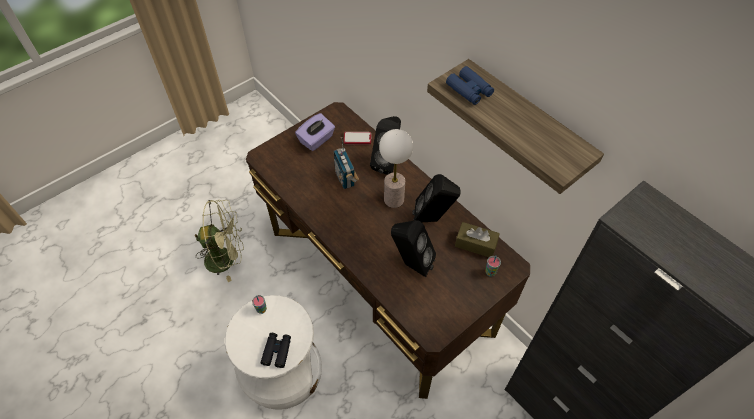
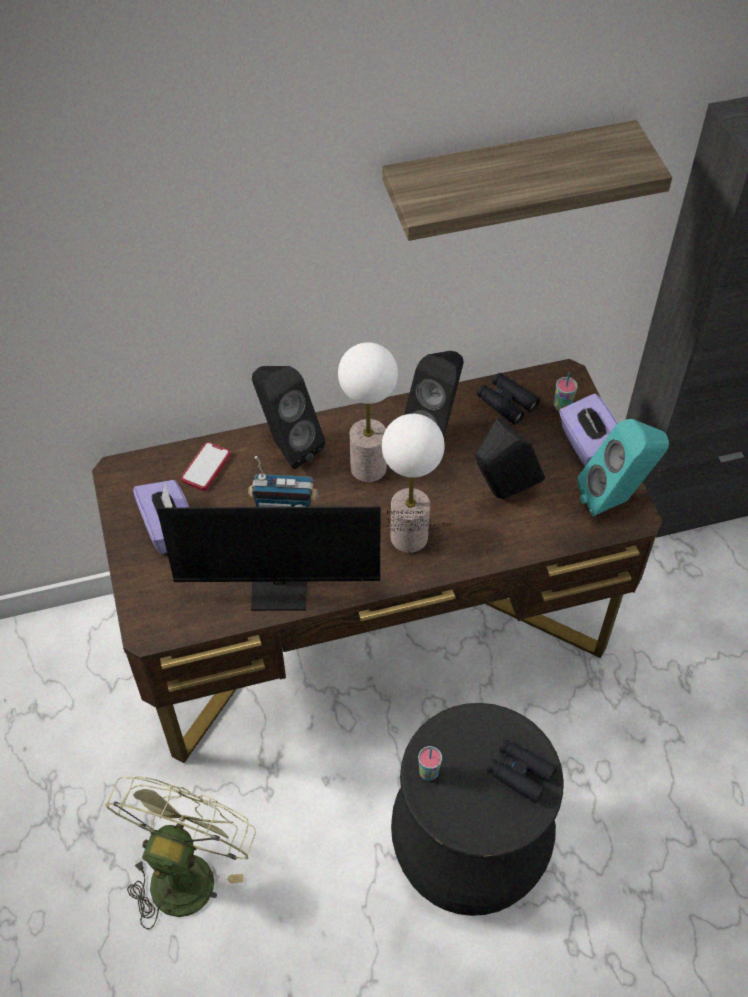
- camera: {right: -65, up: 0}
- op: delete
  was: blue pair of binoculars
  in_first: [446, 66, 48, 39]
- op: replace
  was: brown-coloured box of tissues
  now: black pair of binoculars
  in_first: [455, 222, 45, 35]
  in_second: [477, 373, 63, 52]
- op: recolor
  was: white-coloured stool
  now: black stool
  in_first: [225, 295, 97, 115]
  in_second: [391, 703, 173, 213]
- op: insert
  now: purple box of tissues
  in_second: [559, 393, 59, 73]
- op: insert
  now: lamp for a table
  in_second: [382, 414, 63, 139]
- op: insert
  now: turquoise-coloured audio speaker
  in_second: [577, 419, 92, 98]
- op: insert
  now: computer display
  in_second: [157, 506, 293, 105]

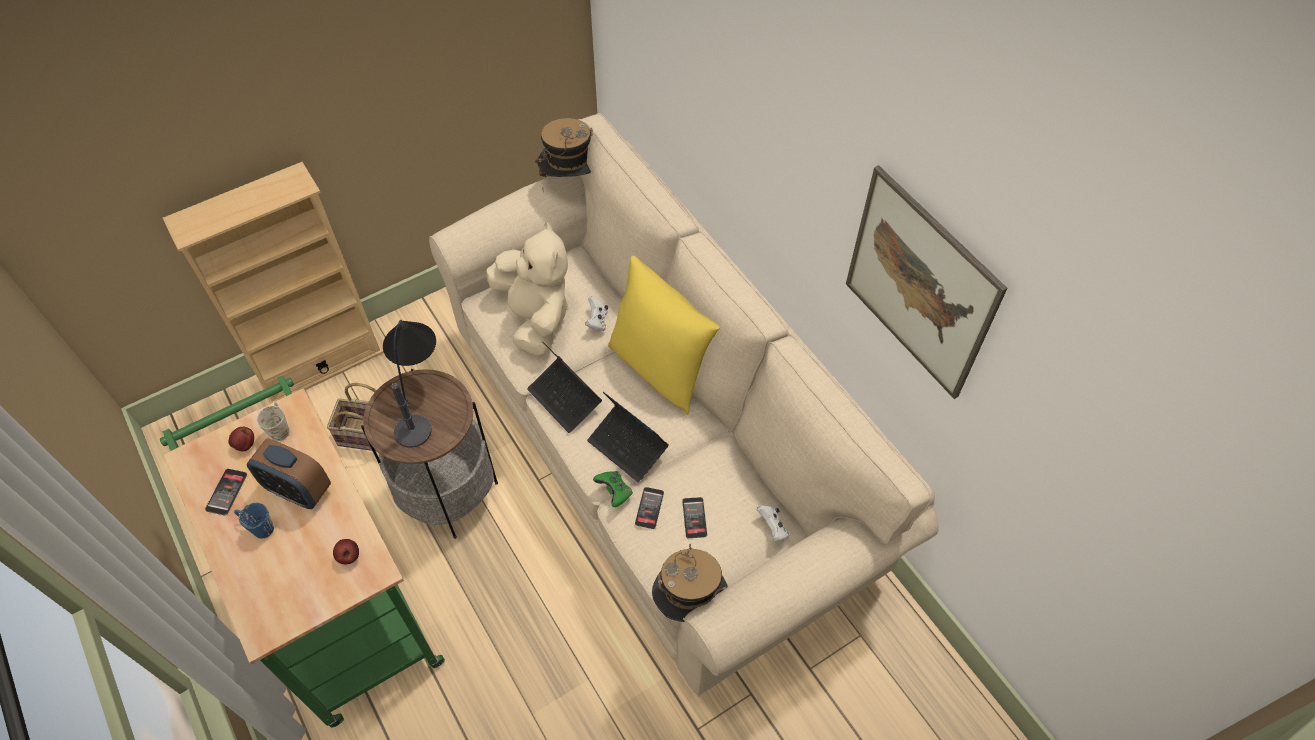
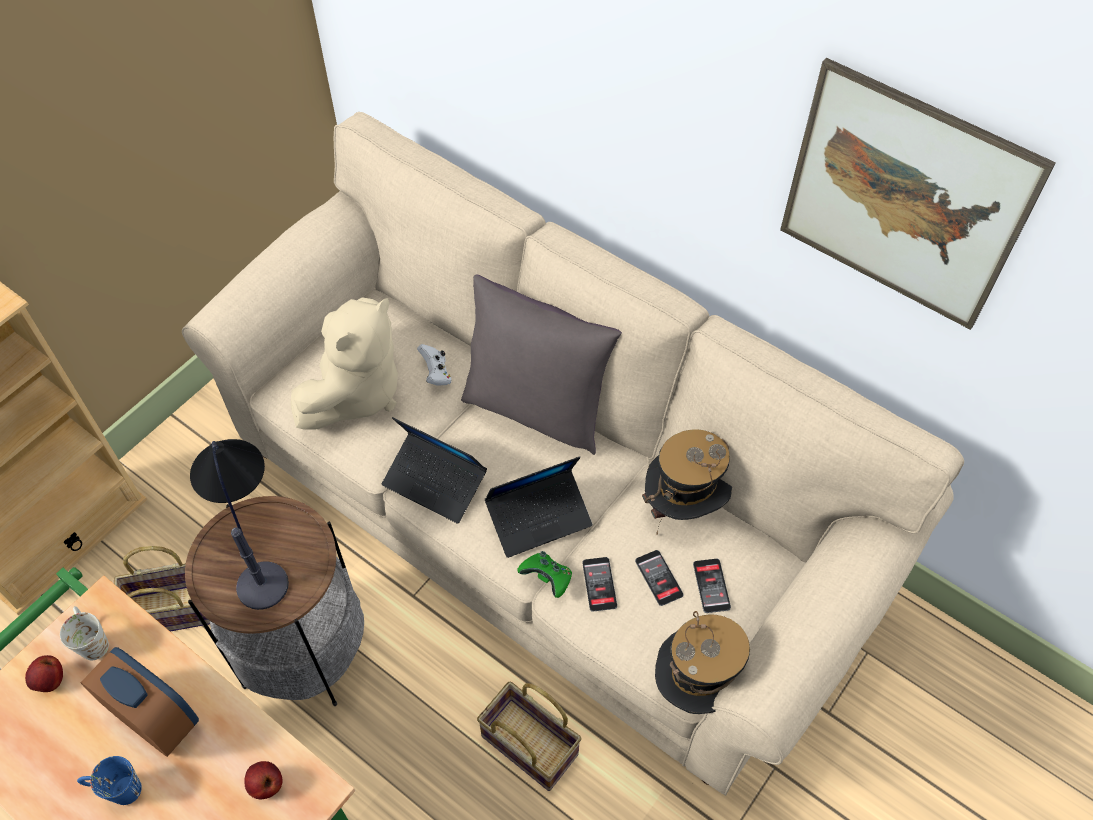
- camera: {right: -20, up: 0}
- op: move
  was: hat
  in_first: [535, 118, 58, 74]
  in_second: [642, 429, 90, 105]
- op: rotate
  was: beige-coloured soft toy
  in_first: [486, 221, 82, 135]
  in_second: [290, 297, 108, 133]
  clockwise: 75
- op: recolor
  was: yellow-coloured throw pillow
  now: gray throw pillow
  in_first: [608, 256, 112, 159]
  in_second: [461, 275, 161, 180]
- op: rotate
  was: portable computer
  in_first: [587, 392, 82, 90]
  in_second: [485, 456, 107, 102]
  clockwise: -45
- op: rotate
  was: alarm clock
  in_first: [247, 438, 84, 71]
  in_second: [80, 647, 119, 110]
  clockwise: -150
- op: move
  was: handset
  in_first: [205, 469, 42, 47]
  in_second: [693, 559, 38, 54]
- op: delete
  was: white-coloured game controller
  in_first: [757, 505, 33, 37]
- op: insert
  now: basket
  in_second: [477, 682, 104, 109]

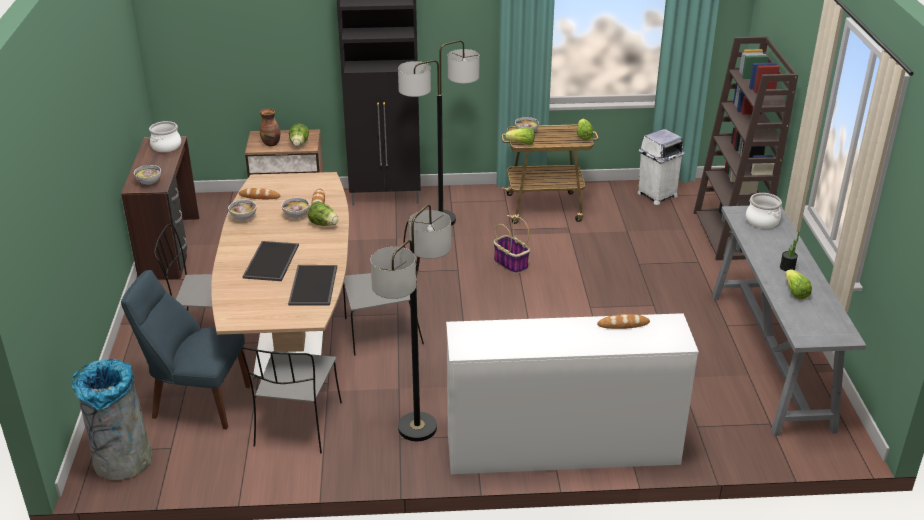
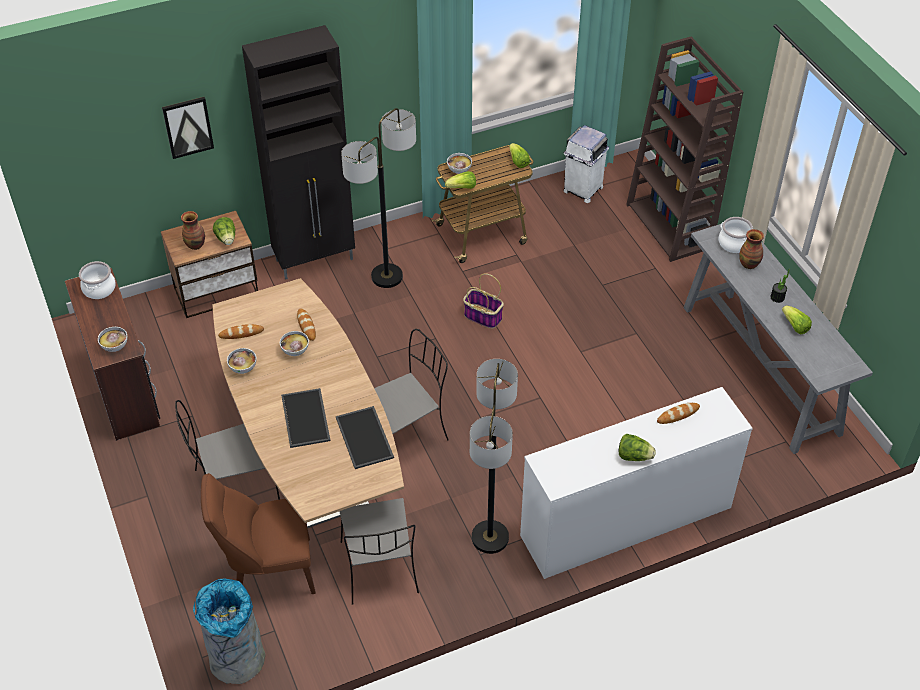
- camera: {right: -20, up: 15}
- op: move
  was: lettuce
  in_first: [308, 201, 31, 25]
  in_second: [619, 434, 37, 27]
- op: recolor
  was: blue upright chair
  now: brown-coloured upright chair
  in_first: [121, 270, 130, 159]
  in_second: [201, 473, 115, 121]
- op: insert
  now: picture
  in_second: [162, 97, 52, 62]
- op: insert
  now: decorative vase
  in_second: [739, 229, 25, 40]

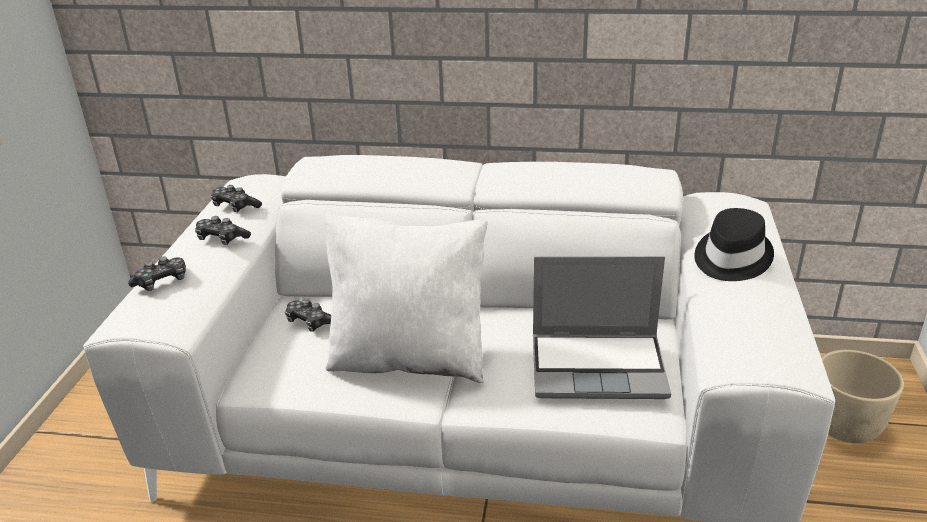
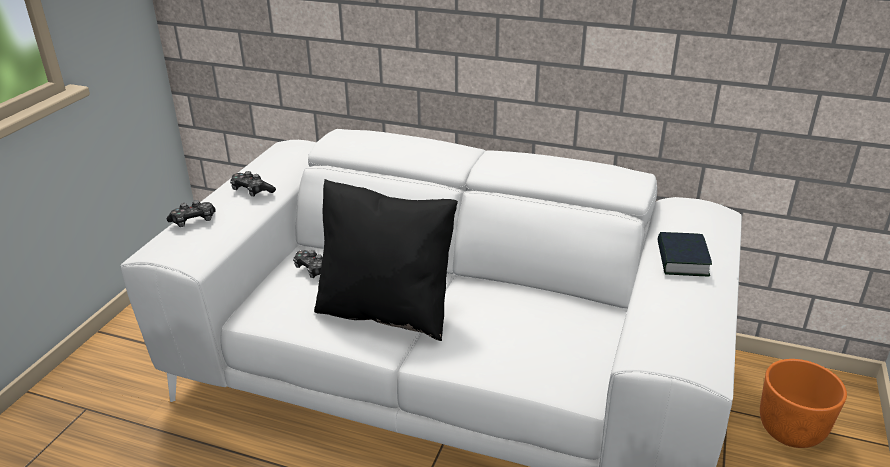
- camera: {right: 10, up: 0}
- op: delete
  was: game controller
  in_first: [211, 185, 51, 27]
- op: replace
  was: black hat
  now: bound book
  in_first: [694, 208, 80, 73]
  in_second: [658, 232, 54, 44]
- op: recolor
  was: white-coloured throw pillow
  now: black throw pillow
  in_first: [325, 214, 163, 169]
  in_second: [314, 179, 144, 162]
- op: delete
  was: portable computer
  in_first: [533, 256, 138, 143]
- op: recolor
  was: beige-coloured flower pot
  now: orange-coloured flower pot
  in_first: [821, 350, 83, 93]
  in_second: [760, 359, 87, 89]

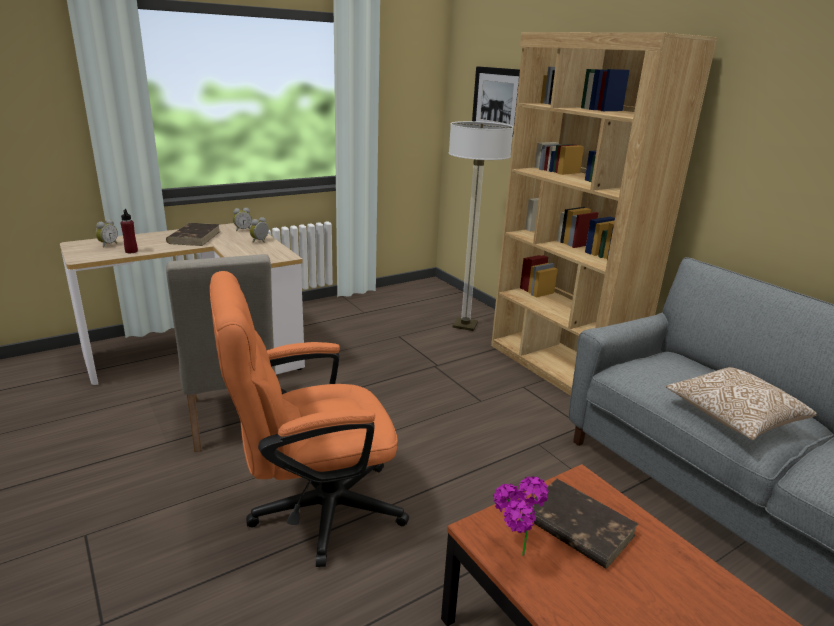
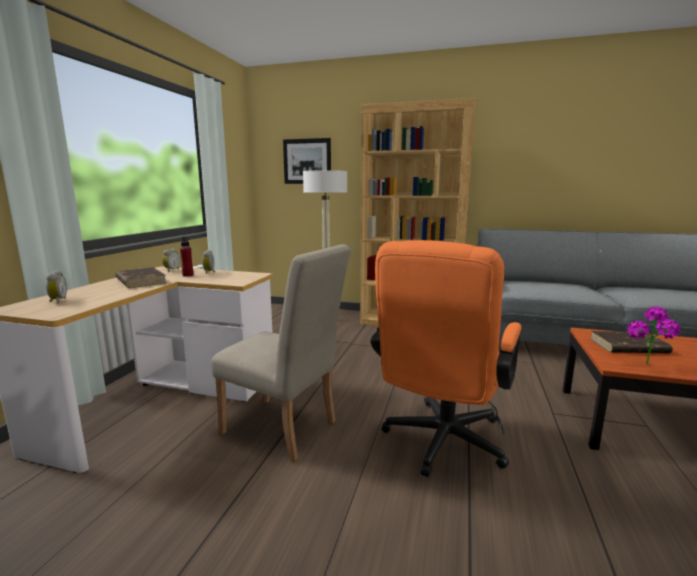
- camera: {right: -40, up: -10}
- op: move
  was: red-coloured bottle
  in_first: [121, 209, 17, 44]
  in_second: [180, 237, 14, 40]
- op: delete
  was: throw pillow
  in_first: [666, 367, 151, 73]

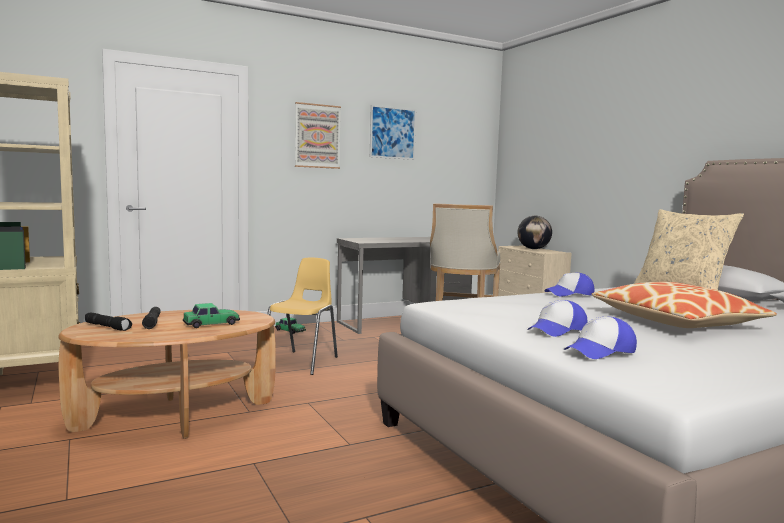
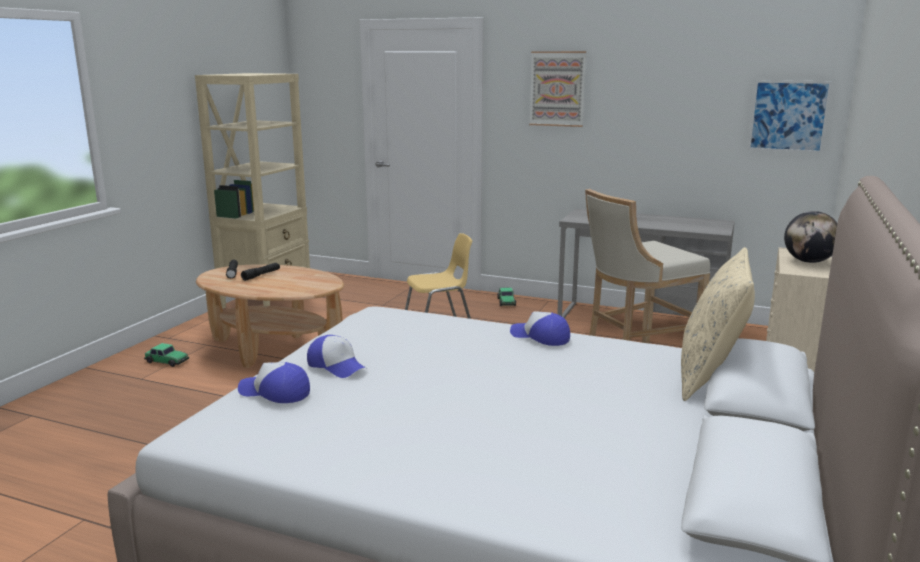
- camera: {right: 50, up: 10}
- op: move
  was: picture
  in_first: [370, 105, 46, 55]
  in_second: [748, 80, 84, 73]
- op: delete
  was: throw pillow
  in_first: [591, 282, 186, 46]
- op: rotate
  was: cap
  in_first: [527, 300, 61, 37]
  in_second: [307, 335, 59, 43]
  clockwise: -150
- op: move
  was: model car
  in_first: [183, 303, 57, 25]
  in_second: [144, 343, 45, 24]

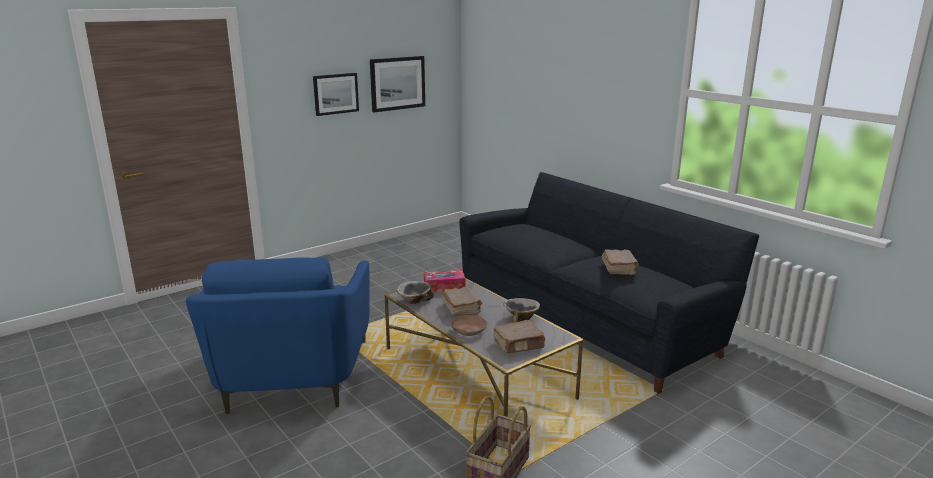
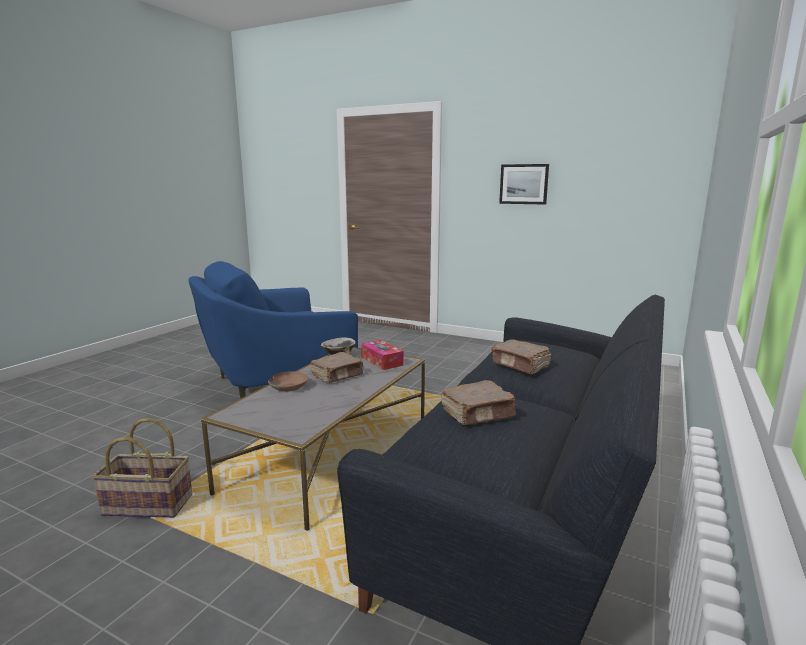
- camera: {right: 65, up: -5}
- op: delete
  was: picture
  in_first: [370, 56, 55, 56]
- op: delete
  was: serving bowl
  in_first: [503, 298, 37, 25]
- op: move
  was: brown-coloured bound book
  in_first: [493, 320, 53, 33]
  in_second: [491, 339, 60, 36]

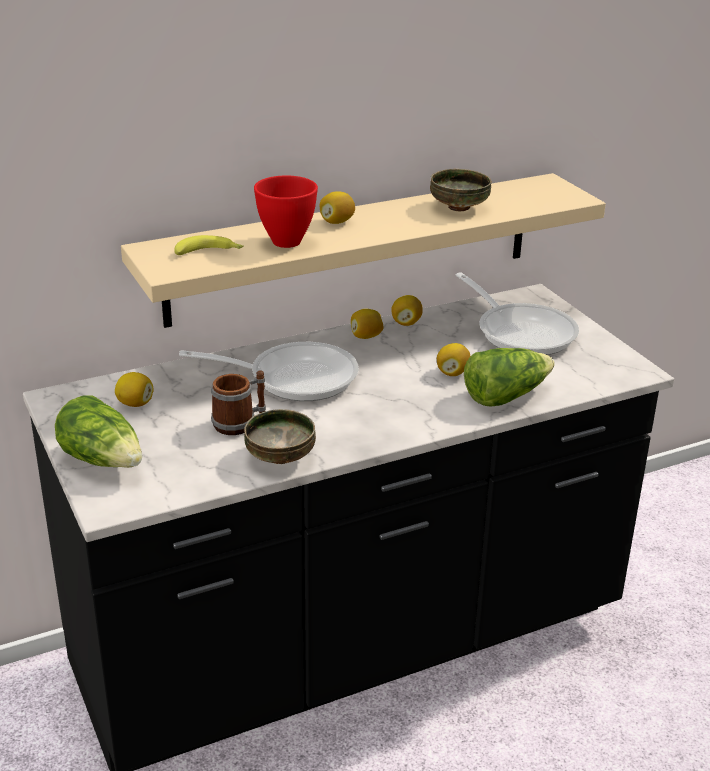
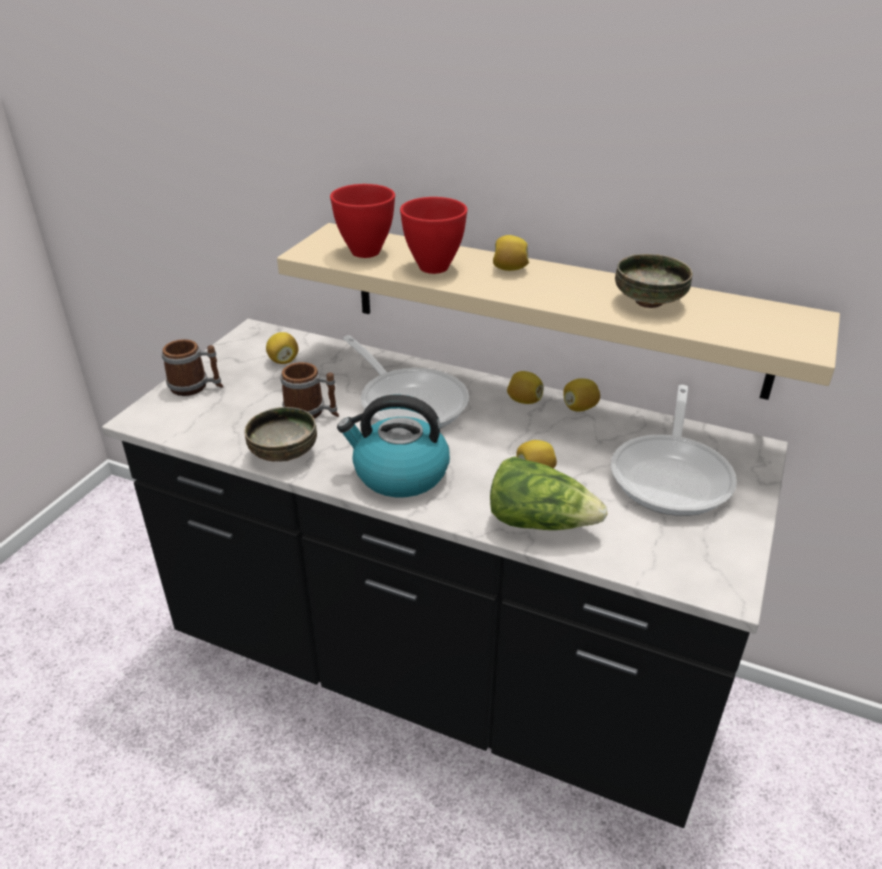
- camera: {right: 50, up: 5}
- op: replace
  was: banana fruit
  now: red-coloured serving bowl
  in_first: [174, 235, 70, 20]
  in_second: [330, 184, 65, 74]
- op: replace
  was: lettuce
  now: coffee mug
  in_first: [55, 395, 87, 73]
  in_second: [162, 339, 61, 57]
- op: insert
  now: tea kettle
  in_second: [337, 395, 113, 102]

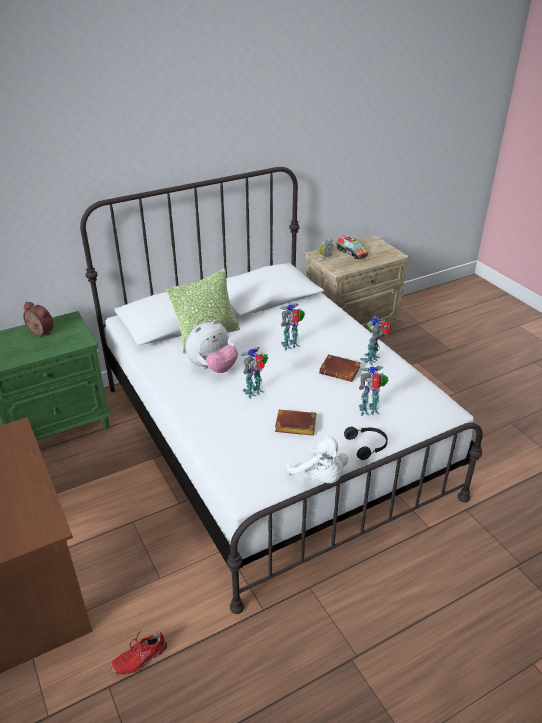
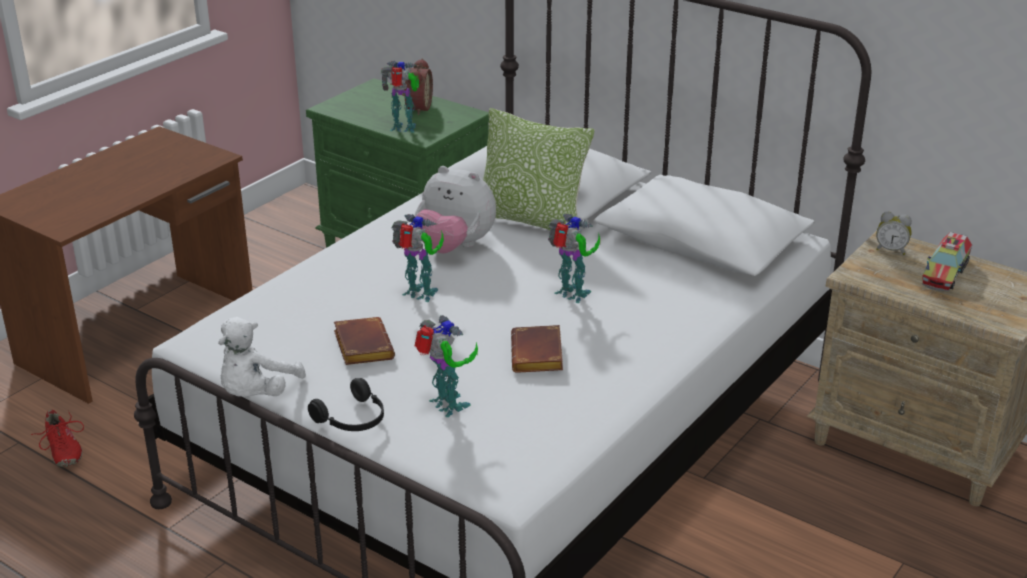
- camera: {right: 65, up: -5}
- op: move
  was: toy robot
  in_first: [360, 315, 31, 51]
  in_second: [381, 61, 38, 72]
- op: rotate
  was: red-coloured low shoe
  in_first: [110, 629, 57, 46]
  in_second: [31, 410, 53, 57]
  clockwise: -150

